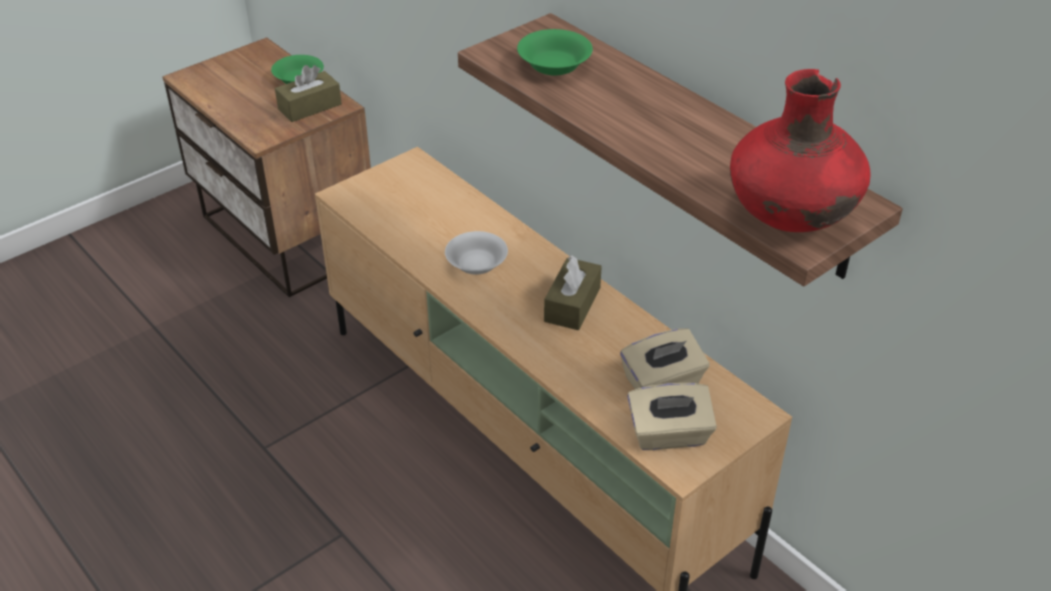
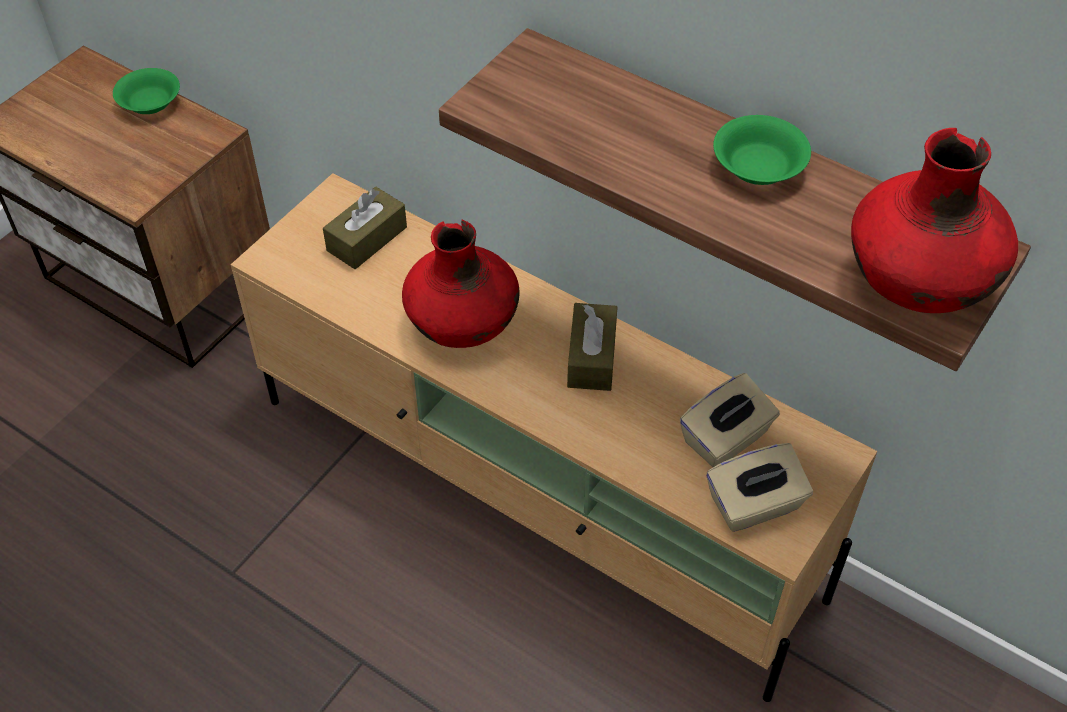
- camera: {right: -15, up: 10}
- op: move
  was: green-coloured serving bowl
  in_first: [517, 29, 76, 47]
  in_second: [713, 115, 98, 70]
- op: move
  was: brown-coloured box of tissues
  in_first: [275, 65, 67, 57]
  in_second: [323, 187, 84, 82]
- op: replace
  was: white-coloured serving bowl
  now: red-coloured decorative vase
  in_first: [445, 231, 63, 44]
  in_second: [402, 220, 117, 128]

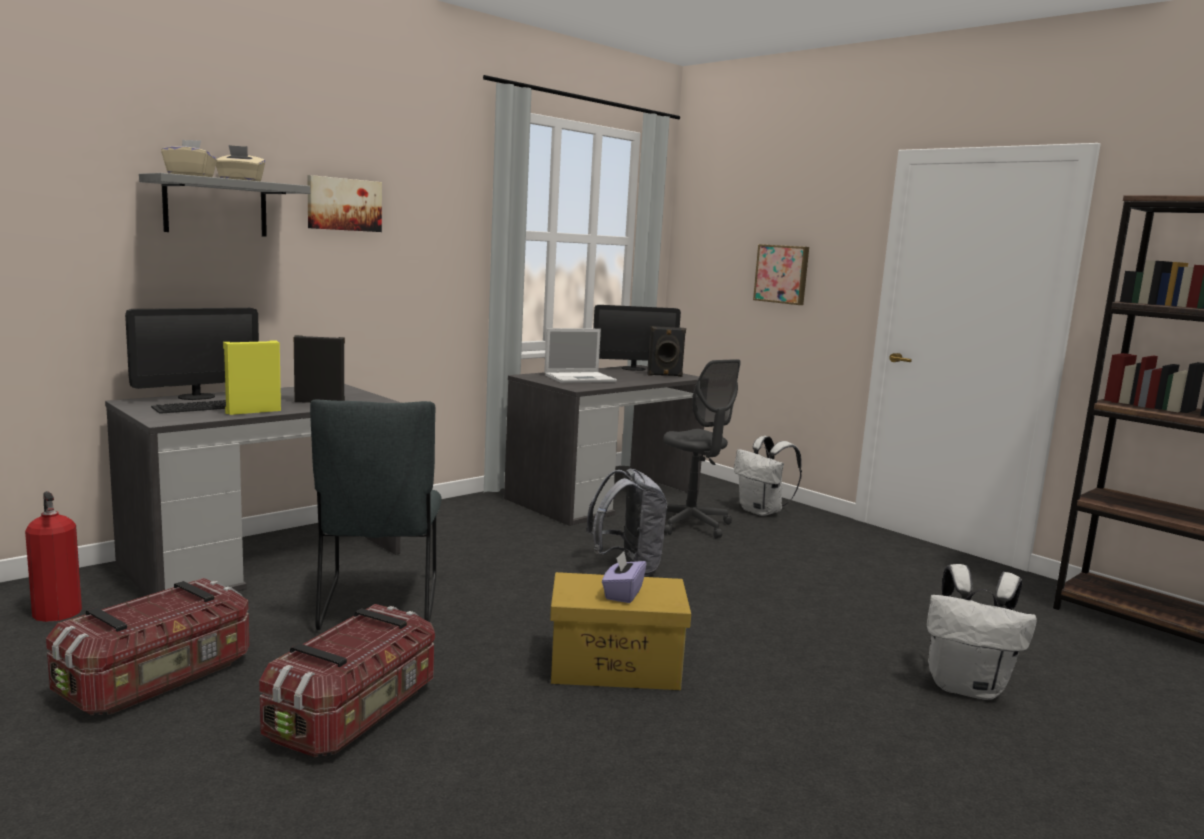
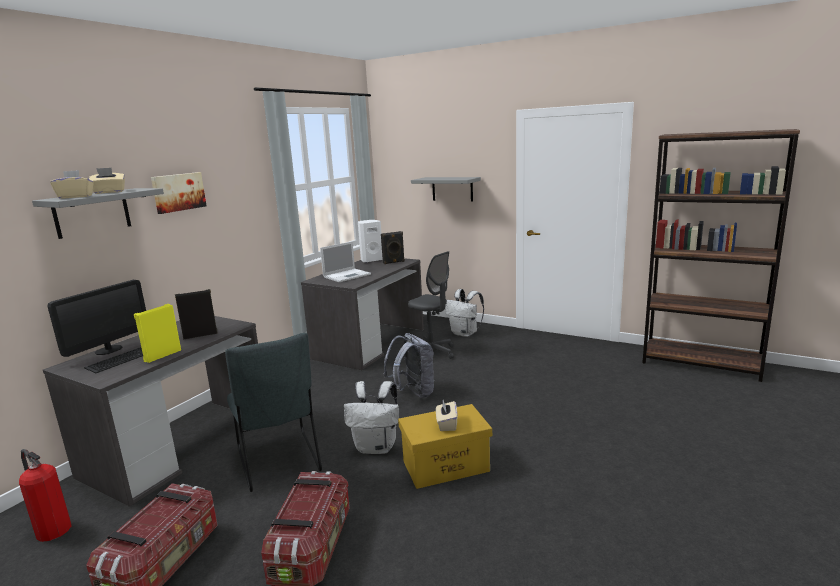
- camera: {right: -15, up: 5}
- op: replace
  was: picture
  now: gray shelf
  in_first: [753, 244, 56, 61]
  in_second: [411, 177, 70, 25]
- op: replace
  was: computer display
  now: white-coloured audio speaker
  in_first: [593, 305, 88, 66]
  in_second: [358, 220, 25, 43]
- op: recolor
  was: purple box of tissues
  now: beige-coloured box of tissues
  in_first: [602, 551, 44, 52]
  in_second: [436, 400, 22, 31]
- op: move
  was: white-coloured backpack
  in_first: [926, 564, 111, 136]
  in_second: [344, 381, 55, 73]

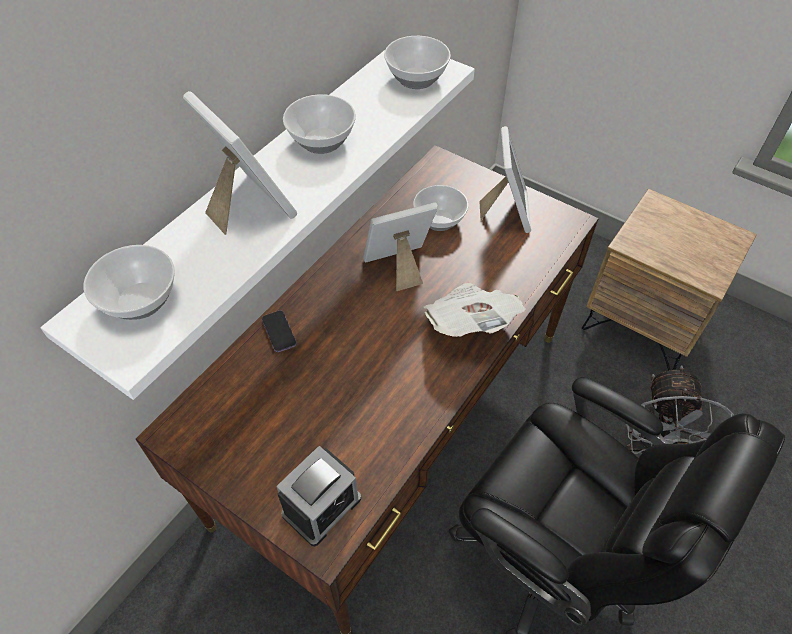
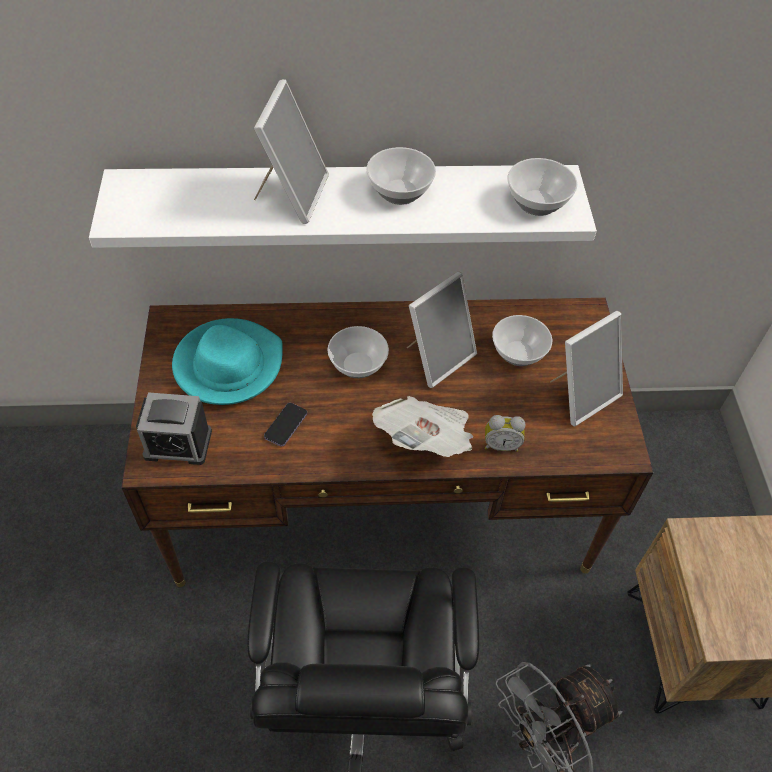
- camera: {right: 50, up: 0}
- op: rotate
  was: standing frame
  in_first: [363, 202, 75, 89]
  in_second: [407, 272, 70, 116]
  clockwise: 105
- op: move
  was: serving bowl
  in_first: [84, 245, 91, 75]
  in_second: [328, 326, 61, 52]
- op: move
  was: handset
  in_first: [262, 310, 35, 42]
  in_second: [264, 403, 43, 44]
- op: insert
  now: turquoise-coloured hat
  in_second: [172, 318, 111, 87]
- op: insert
  now: alarm clock
  in_second: [485, 415, 40, 37]

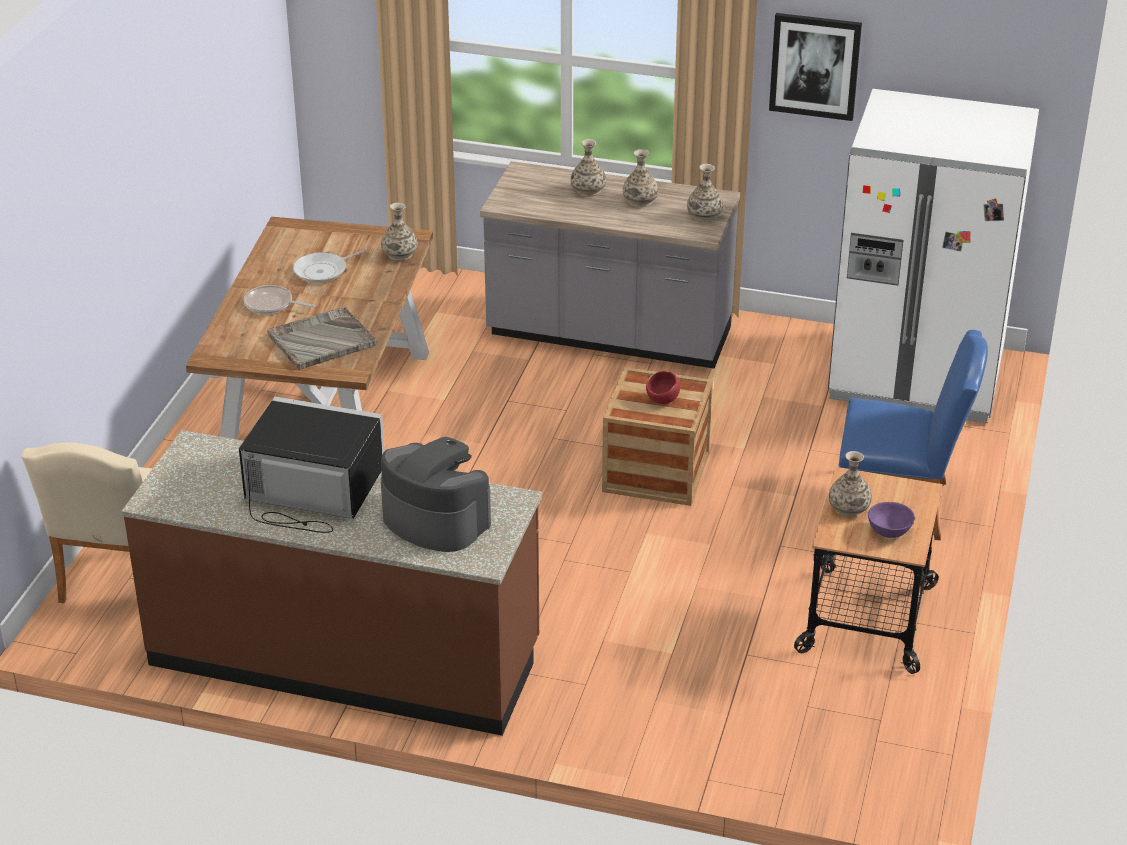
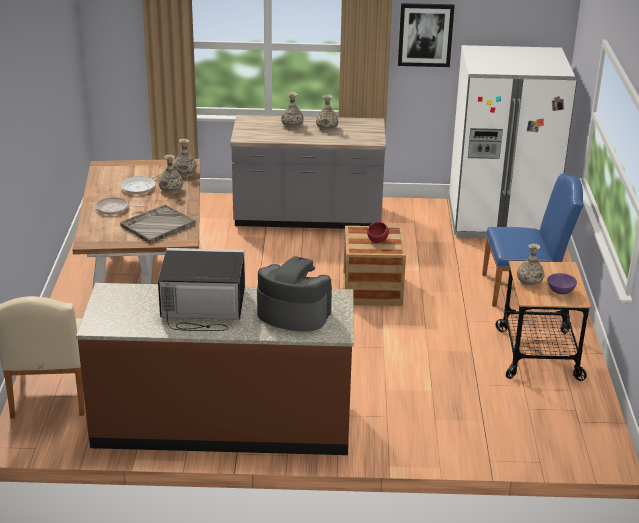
- camera: {right: -15, up: -5}
- op: move
  was: decorative vase
  in_first: [687, 164, 36, 58]
  in_second: [159, 155, 24, 39]

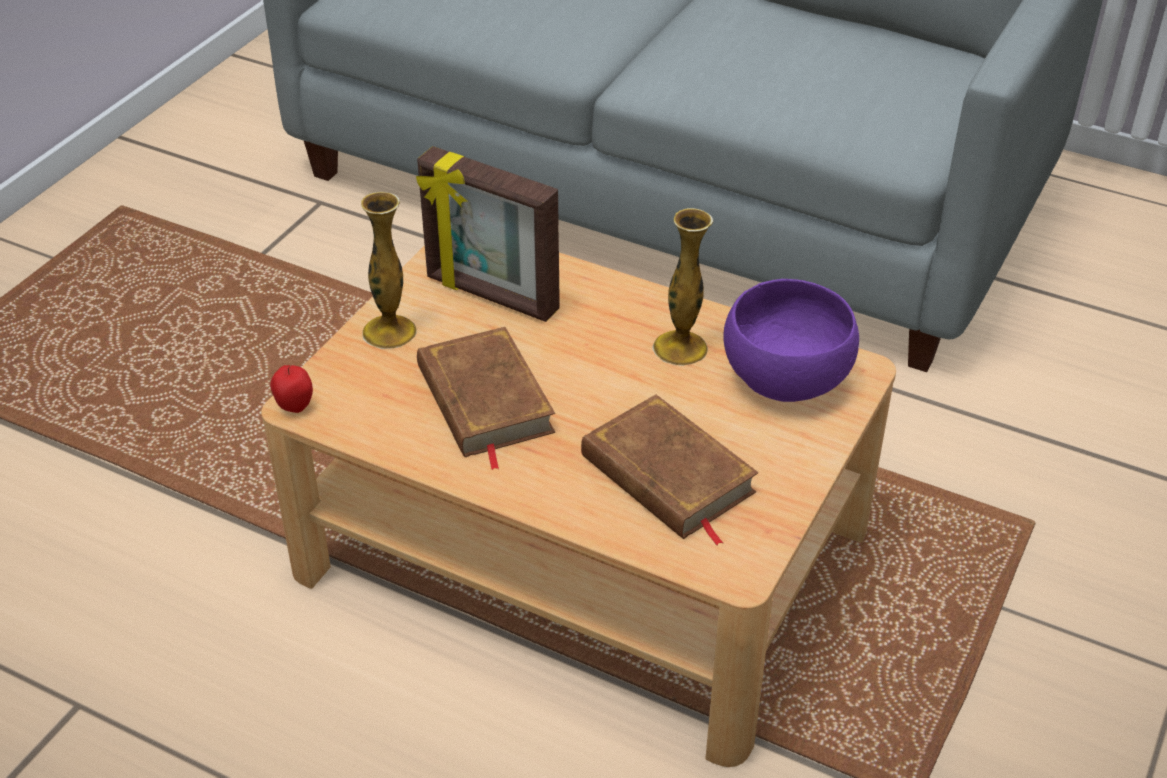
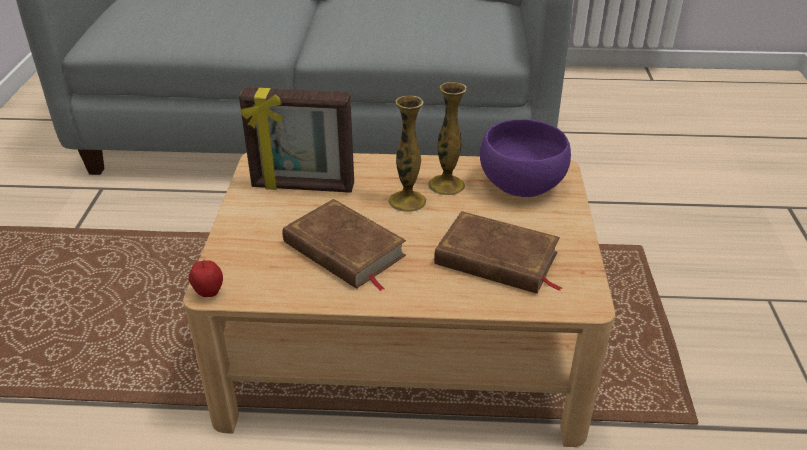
- camera: {right: -25, up: -5}
- op: move
  was: decorative vase
  in_first: [361, 192, 56, 157]
  in_second: [389, 96, 37, 116]

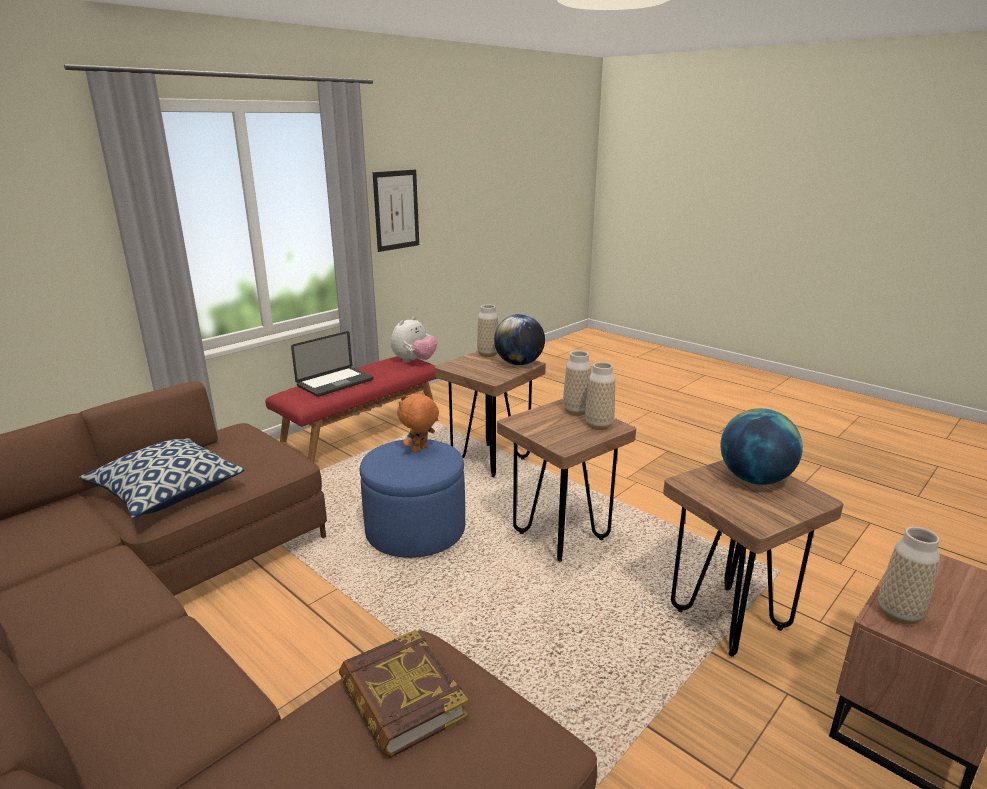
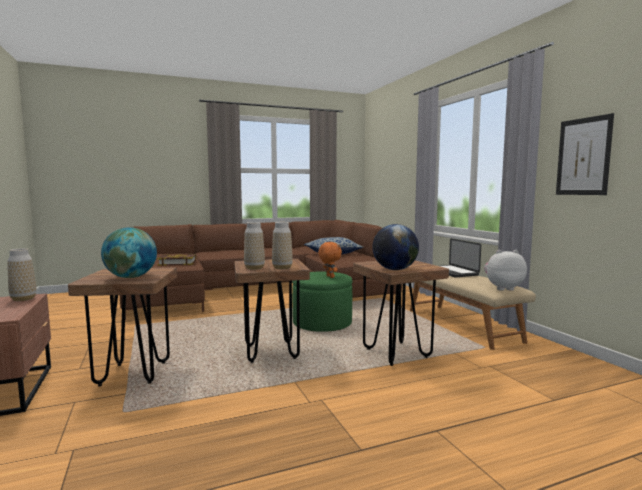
- camera: {right: 115, up: -15}
- op: delete
  was: decorative vase
  in_first: [477, 304, 21, 53]
- op: rotate
  was: soft toy
  in_first: [391, 317, 46, 46]
  in_second: [484, 250, 43, 41]
  clockwise: 120
- op: recolor
  was: red-coloured indoor bench
  now: beige-coloured indoor bench
  in_first: [265, 356, 173, 106]
  in_second: [410, 276, 126, 74]
- op: recolor
  was: blue pouffe
  now: green-coloured pouffe
  in_first: [360, 439, 105, 119]
  in_second: [292, 271, 60, 61]

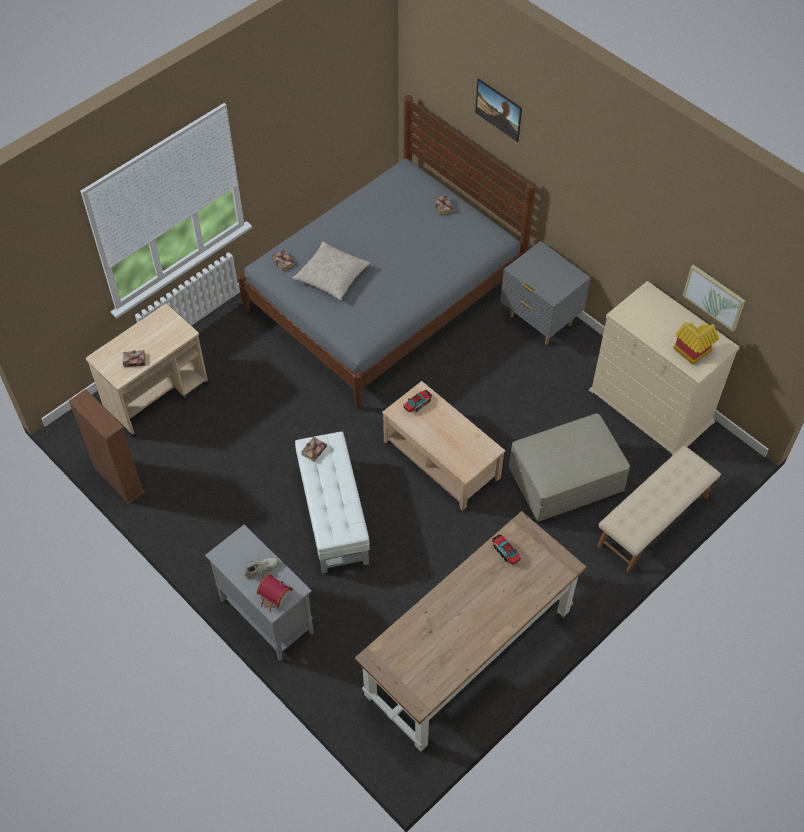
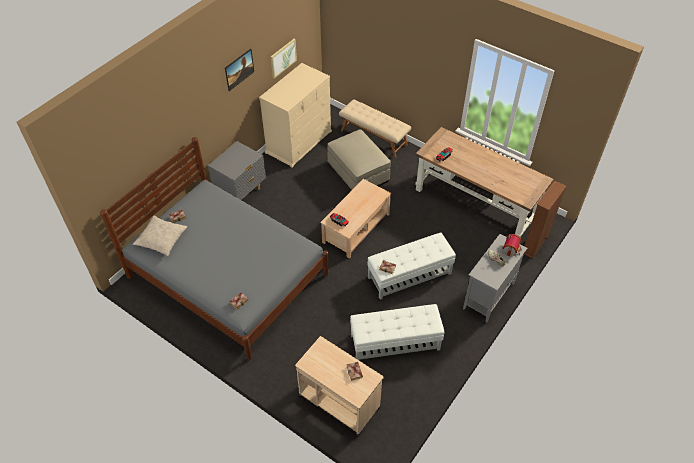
- camera: {right: -100, up: -5}
- op: move
  was: picture
  in_first: [475, 78, 47, 64]
  in_second: [225, 49, 29, 42]
- op: move
  was: beige-coloured throw pillow
  in_first: [293, 241, 77, 59]
  in_second: [133, 216, 54, 40]
- op: delete
  was: toy house
  in_first: [673, 322, 46, 43]
- op: move
  was: brown-coloured bookcase
  in_first: [69, 389, 76, 115]
  in_second: [524, 180, 42, 79]
- op: insert
  now: white-coloured pouffe
  in_second: [350, 304, 95, 56]

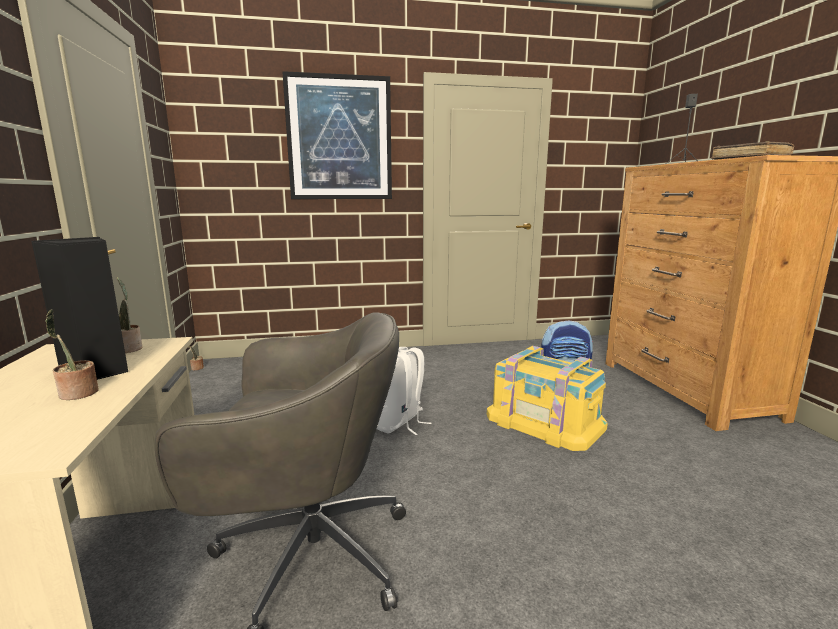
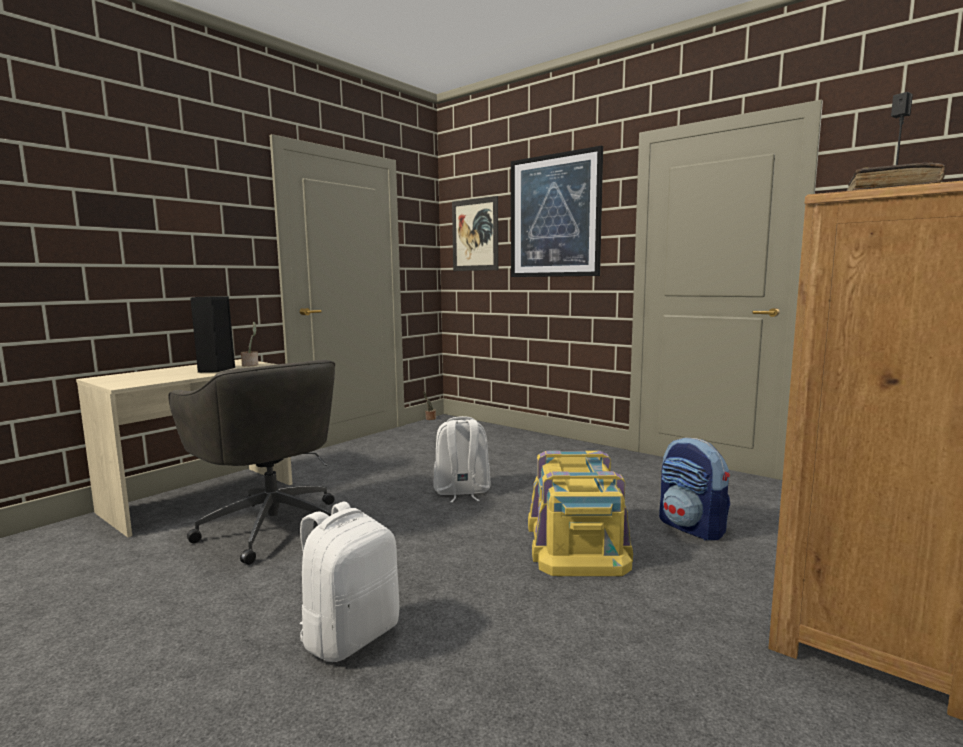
- camera: {right: 50, up: -5}
- op: delete
  was: plant in a pot
  in_first: [45, 309, 54, 91]
- op: insert
  now: picture
  in_second: [452, 196, 46, 75]
- op: insert
  now: white-coloured backpack
  in_second: [299, 502, 100, 160]

